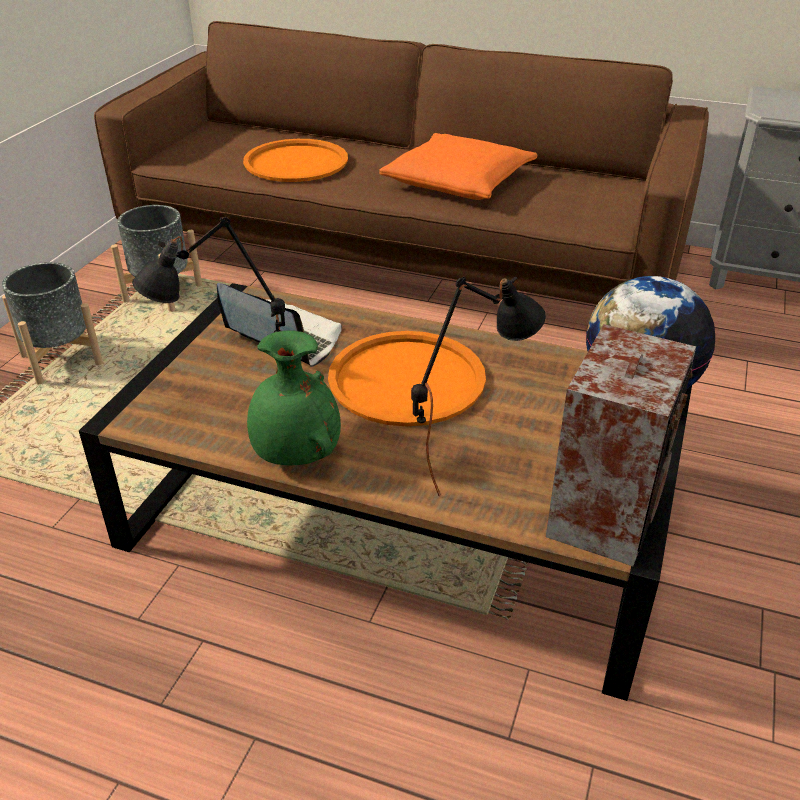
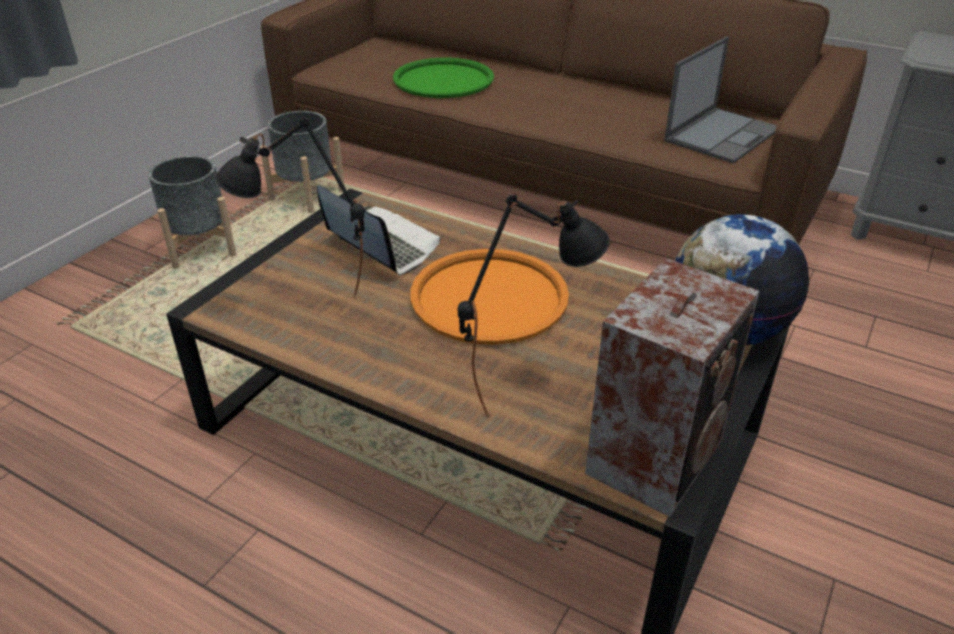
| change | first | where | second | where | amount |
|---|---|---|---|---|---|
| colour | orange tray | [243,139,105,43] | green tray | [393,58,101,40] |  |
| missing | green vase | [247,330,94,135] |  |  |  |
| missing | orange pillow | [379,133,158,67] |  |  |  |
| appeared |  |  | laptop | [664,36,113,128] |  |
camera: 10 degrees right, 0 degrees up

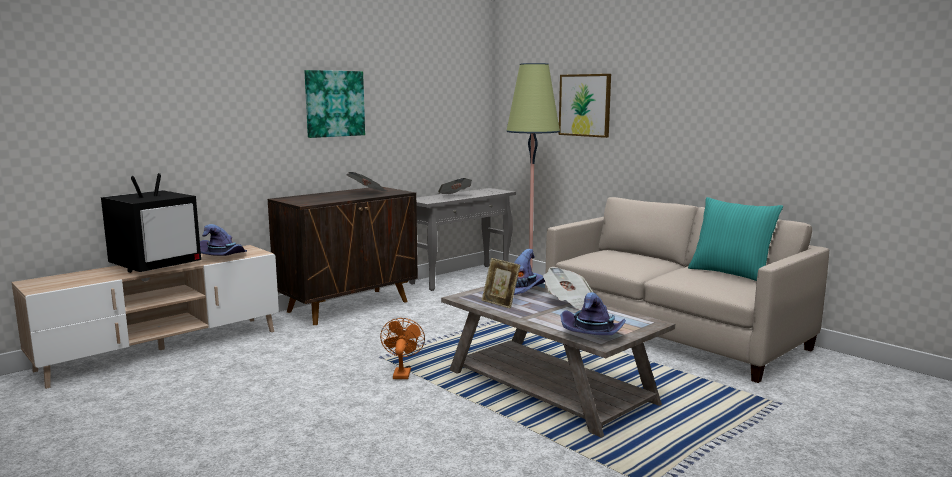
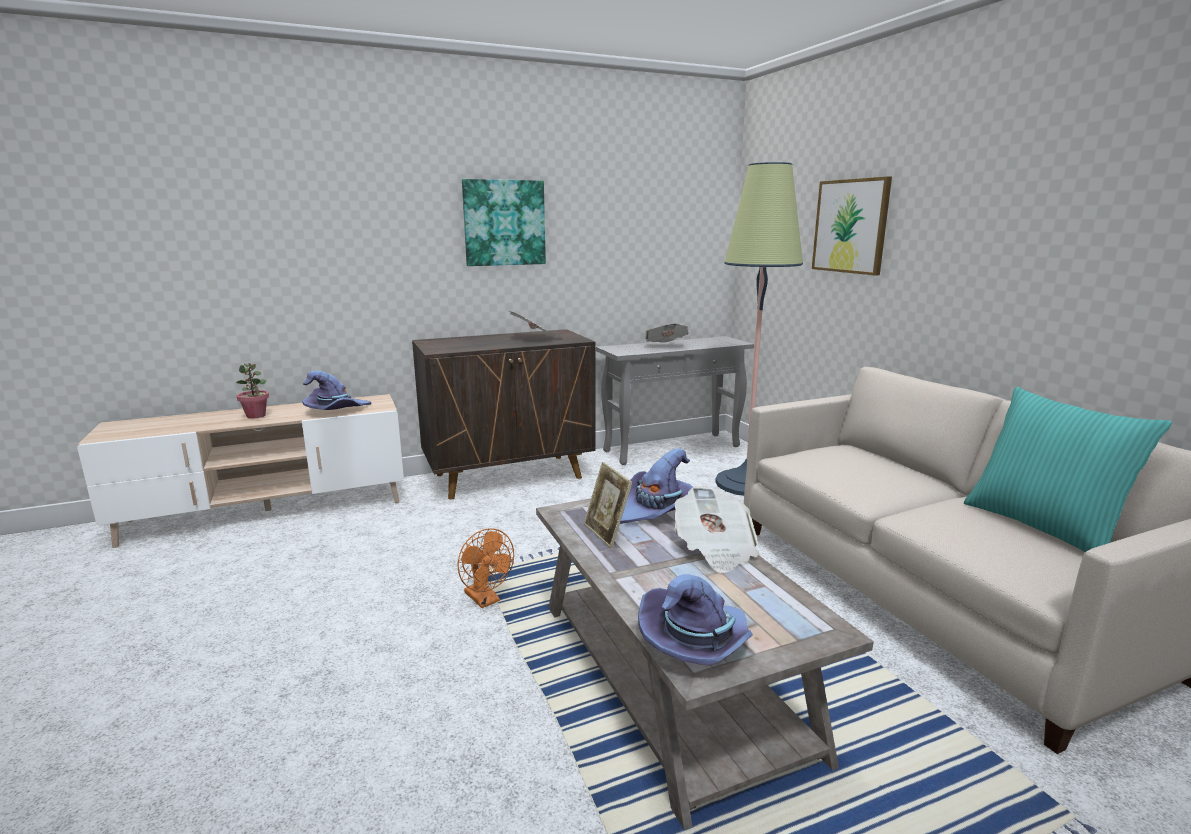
| change | first | where | second | where | amount |
|---|---|---|---|---|---|
| exchanged | television | [101,173,100,100] | potted plant | [236,363,33,56] |  |
| spun | orange fan | [380,318,45,61] |  | [457,528,57,80] | 120 degrees clockwise |
camera: 20 degrees right, 5 degrees up

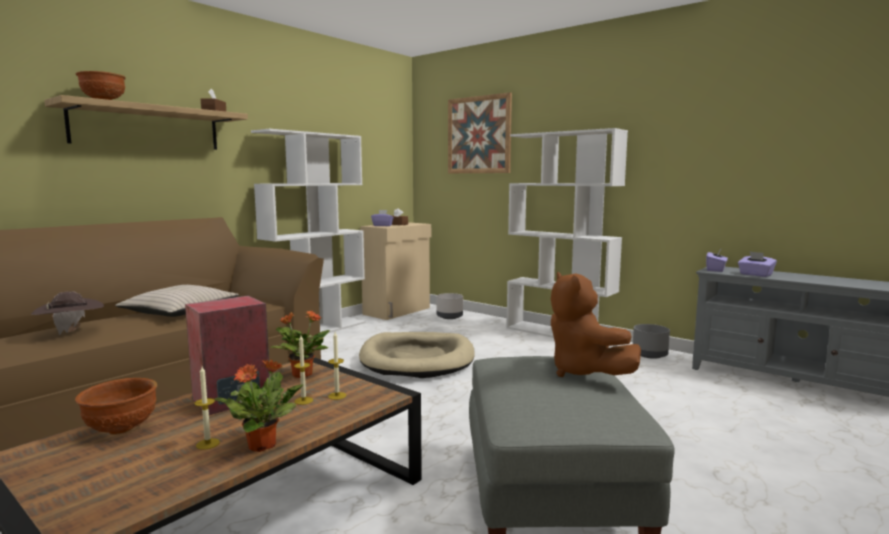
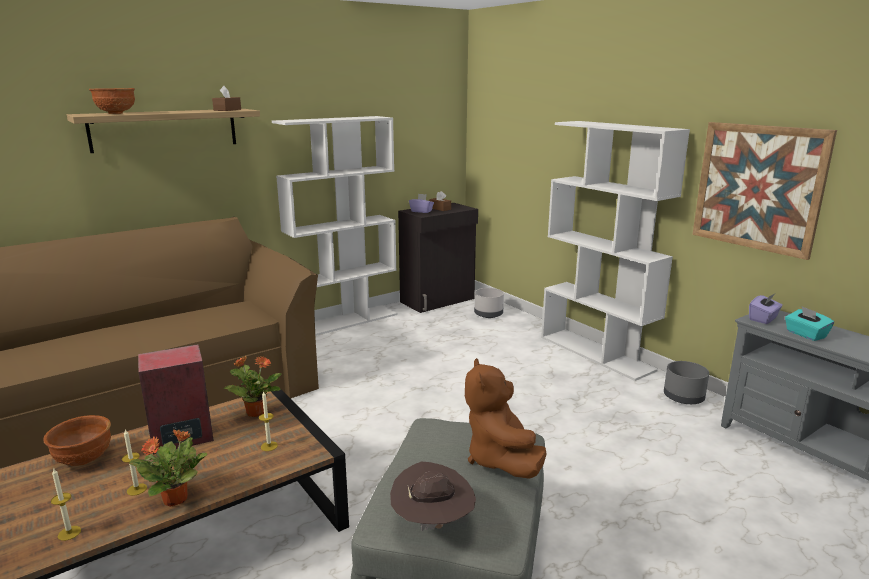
| change | first | where | second | where | amount |
|---|---|---|---|---|---|
| relocated | brown hat | [31,291,73,44] |  | [390,462,86,69] |  |
| missing | beige pillow | [115,285,124,32] |  |  |  |
| relocated | candle | [294,336,19,69] |  | [51,469,30,72] |  |
| missing | beige dog bed | [359,332,116,46] |  |  |  |
| colour | beige cabinet | [360,222,71,98] | black cabinet | [398,203,80,110] |  |
| relocated | picture | [448,92,64,81] |  | [692,122,145,138] |  |
| colour | purple tissue box | [738,251,39,26] | turquoise tissue box | [785,306,49,35] |  |
camera: 15 degrees right, 10 degrees up

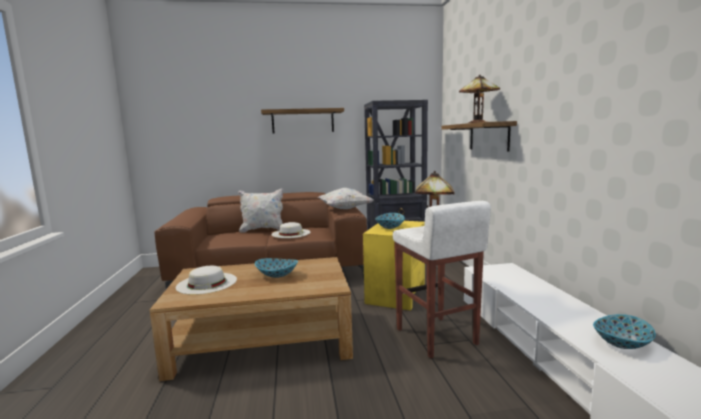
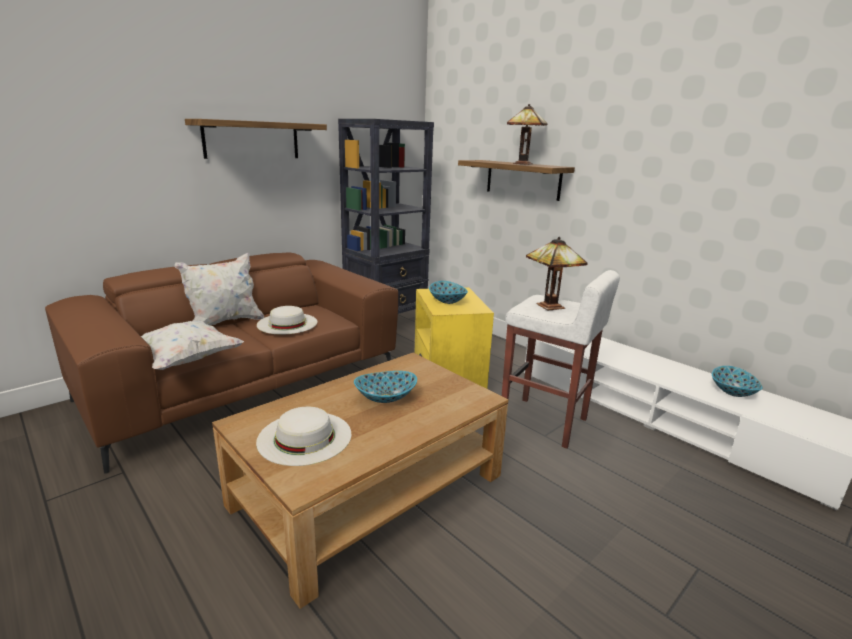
| change | first | where | second | where | amount |
|---|---|---|---|---|---|
| relocated | white pillow | [318,188,56,21] |  | [141,321,103,49] |  |
camera: 35 degrees left, 10 degrees up

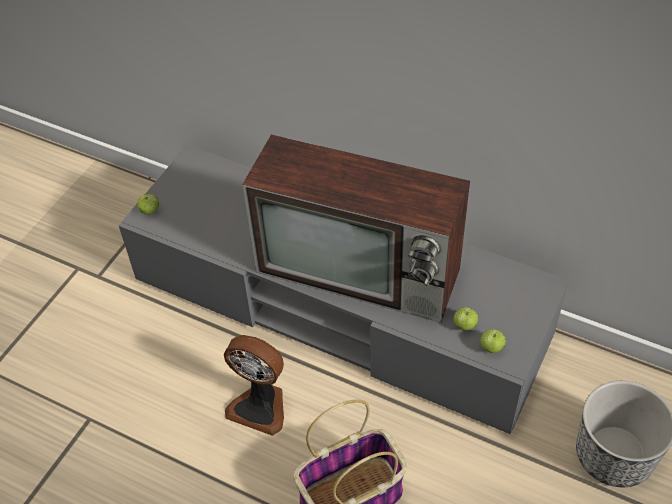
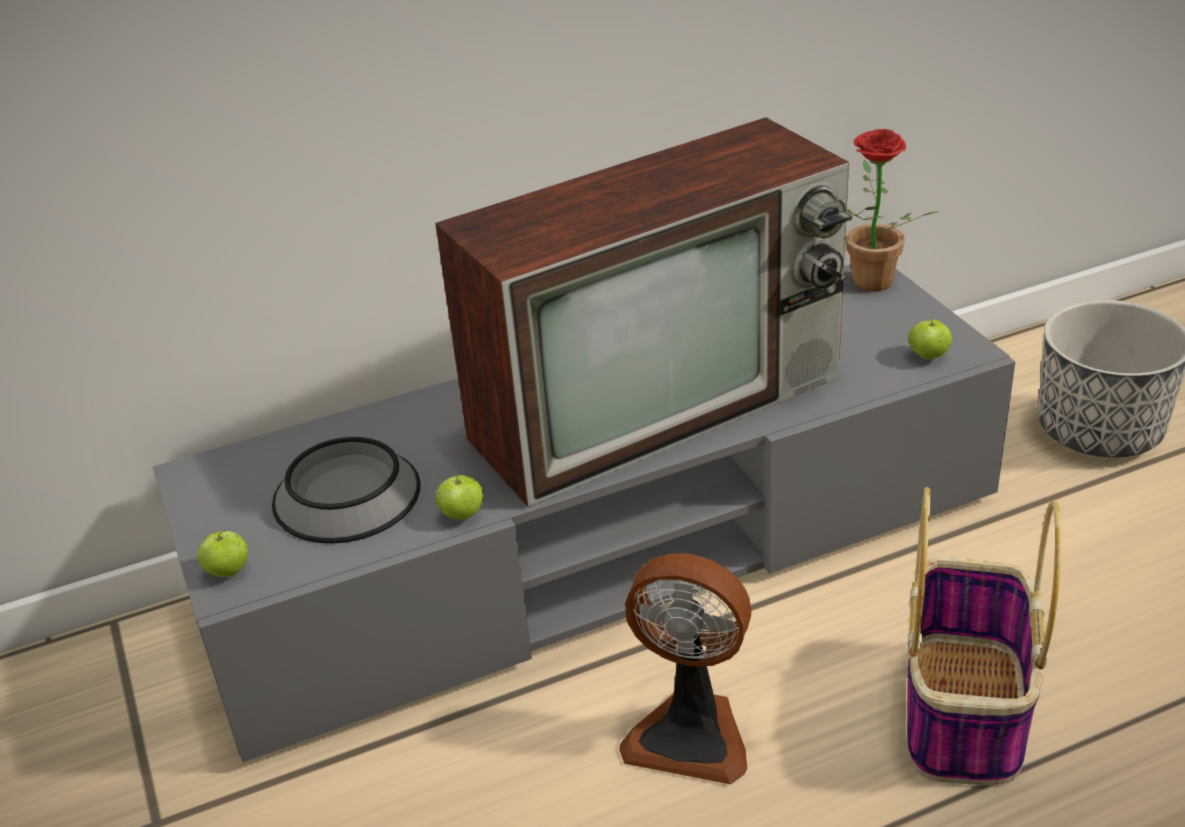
| change | first | where | second | where | amount |
|---|---|---|---|---|---|
| spun | fan | [224,335,60,101] |  | [619,553,132,231] | 45 degrees clockwise |
| relocated | apple | [454,307,24,24] |  | [436,469,47,51] |  |
| appeared |  |  | bowl | [272,437,148,106] |  |
| appeared |  |  | potted plant | [845,129,95,163] |  |
camera: 50 degrees left, 15 degrees down

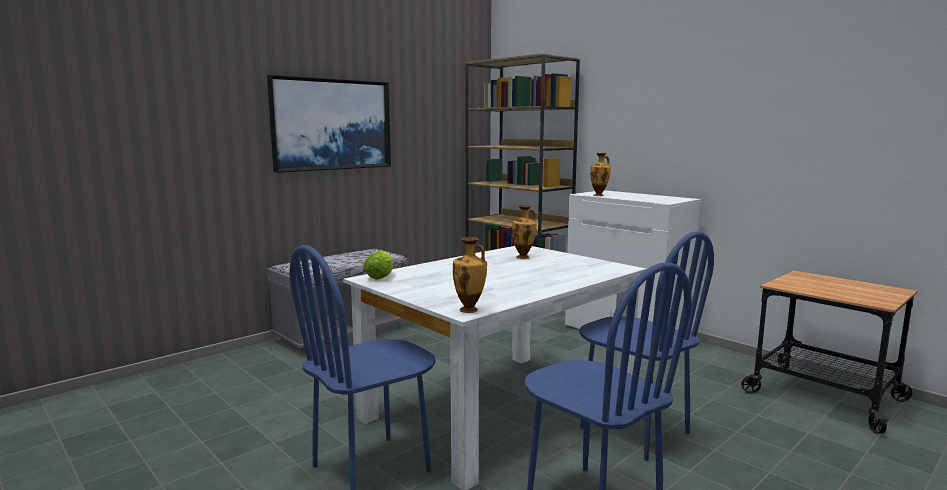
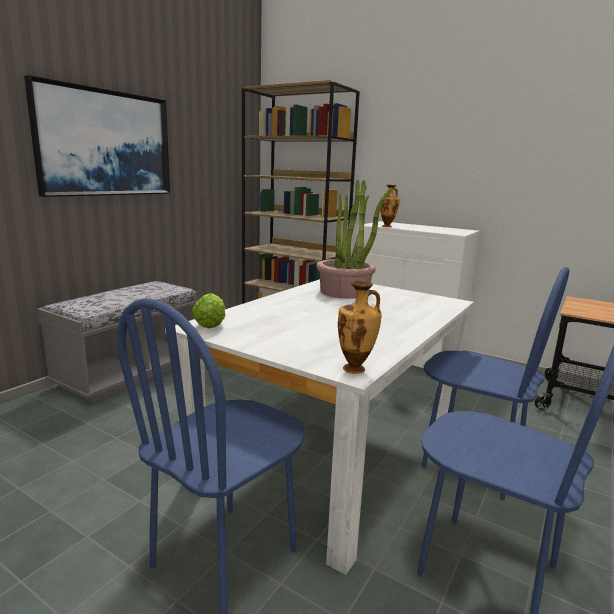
| change | first | where | second | where | amount |
|---|---|---|---|---|---|
| exchanged | vase | [512,205,25,54] | potted plant | [316,180,76,119] |  |
camera: 15 degrees left, 5 degrees up

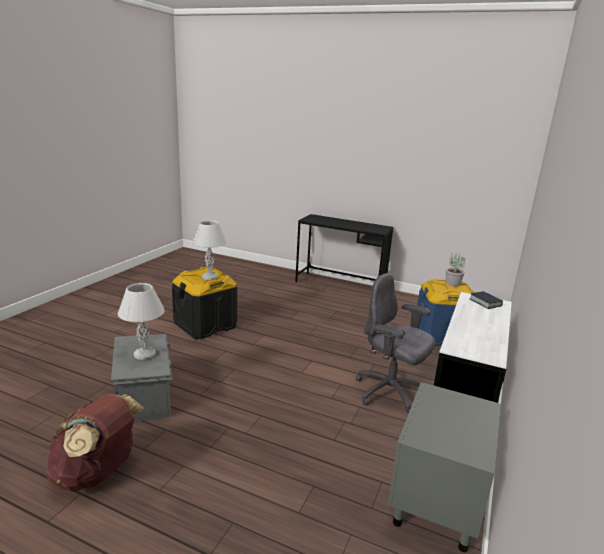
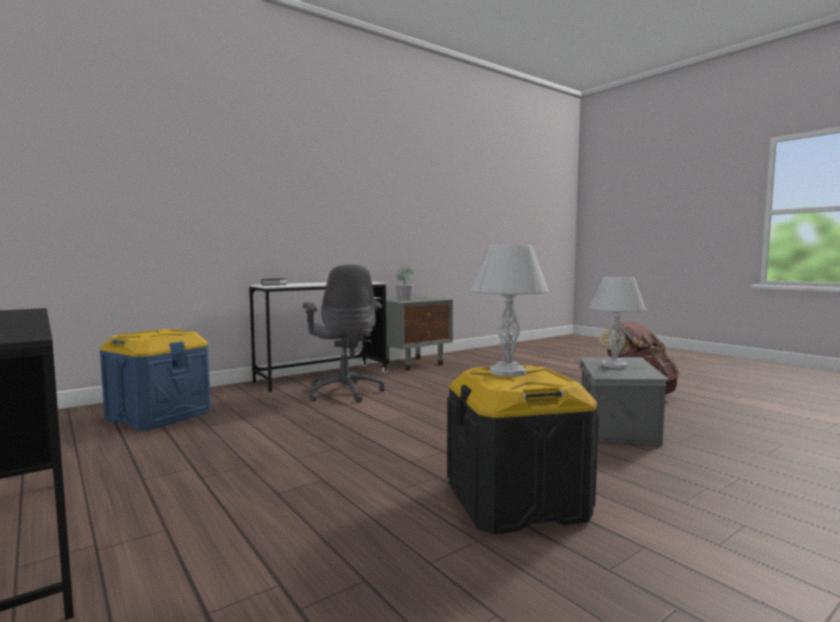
| change | first | where | second | where | amount |
|---|---|---|---|---|---|
| relocated | potted plant | [446,253,20,33] |  | [396,266,18,34] |  |
camera: 150 degrees left, 15 degrees down

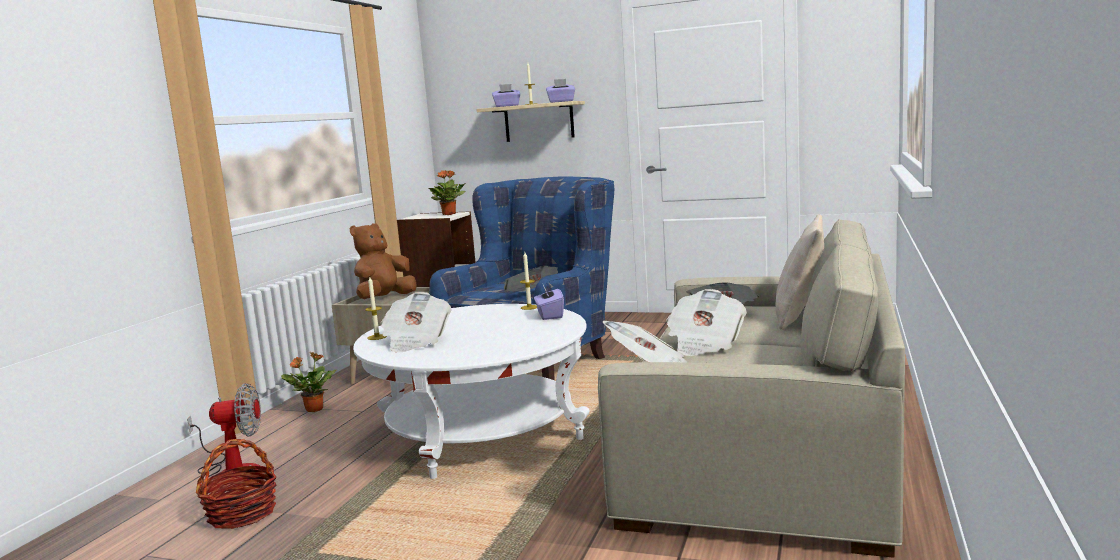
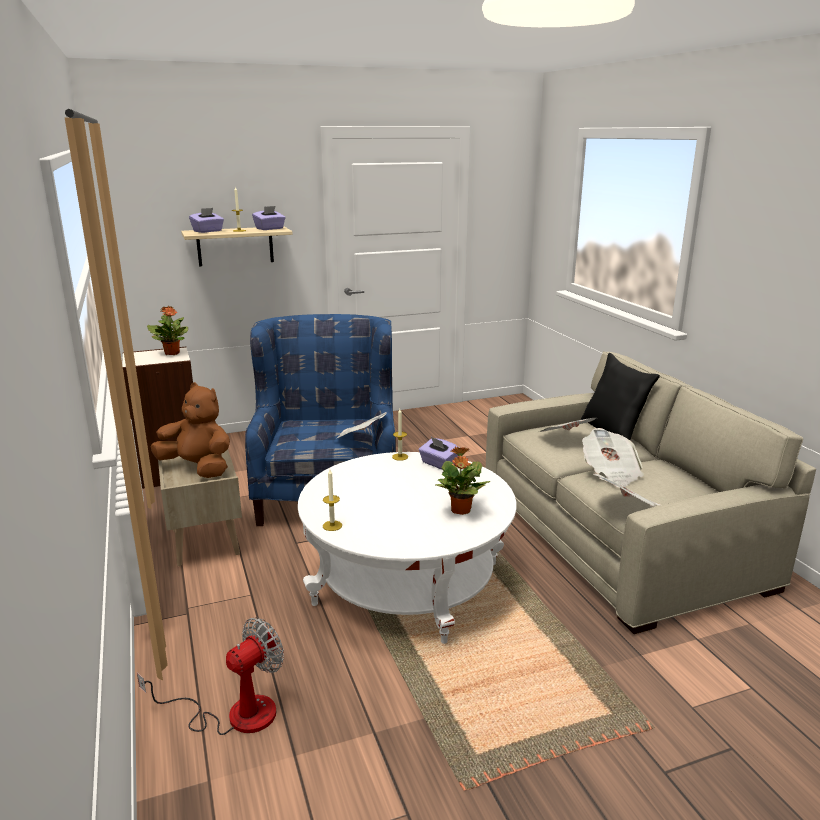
| change | first | where | second | where | amount |
|---|---|---|---|---|---|
| missing | basket | [196,439,80,90] |  |  |  |
| relocated | potted plant | [281,352,56,60] |  | [435,447,55,68] |  |
| spun | brown plush toy | [350,223,67,76] |  | [150,382,80,96] | 120 degrees clockwise |
| missing | newspaper | [381,292,71,60] |  |  |  |
| colour | beige pillow | [775,214,49,116] | black pillow | [581,353,79,87] |  |
camera: 40 degrees left, 10 degrees up

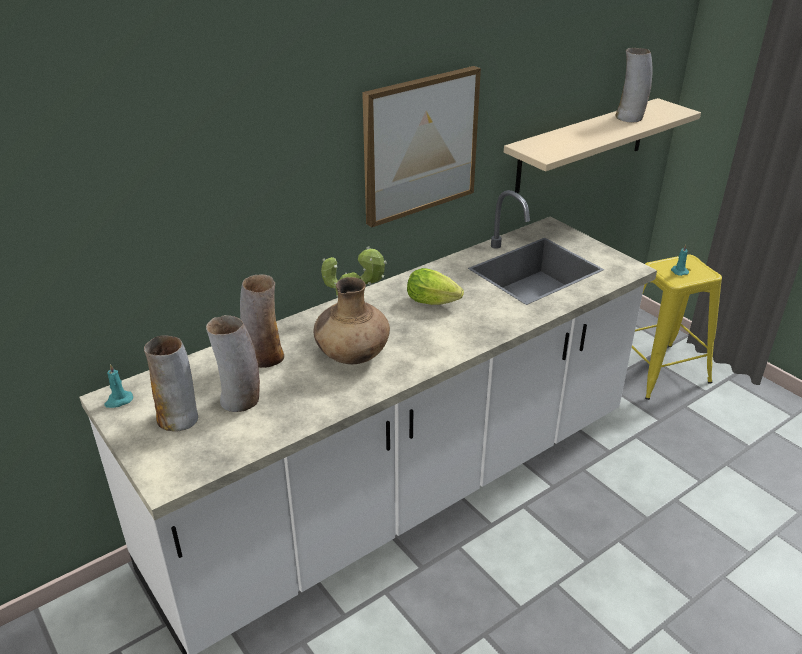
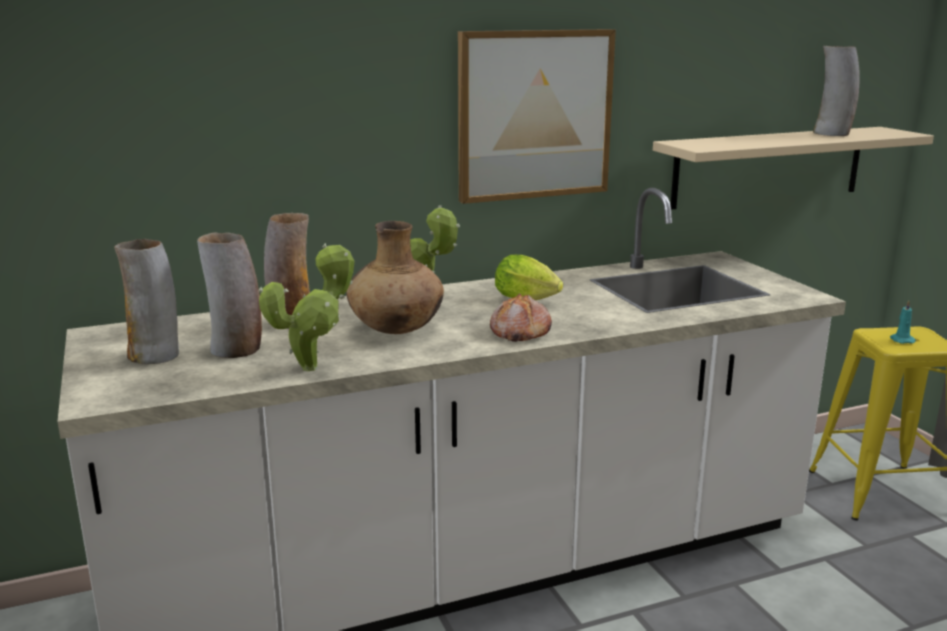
| change | first | where | second | where | amount |
|---|---|---|---|---|---|
| missing | turquoise candle | [104,364,29,44] |  |  |  |
| appeared |  |  | potted plant | [258,243,97,128] |  |
| appeared |  |  | bread | [490,293,62,49] |  |
camera: 15 degrees right, 15 degrees down

